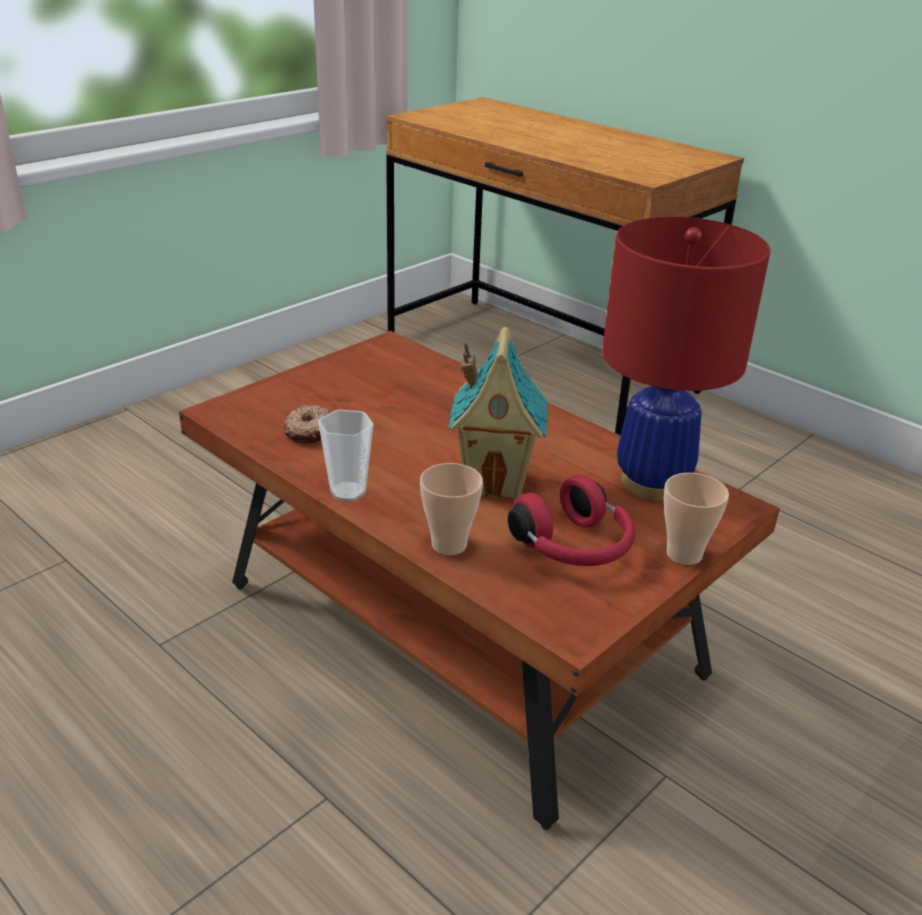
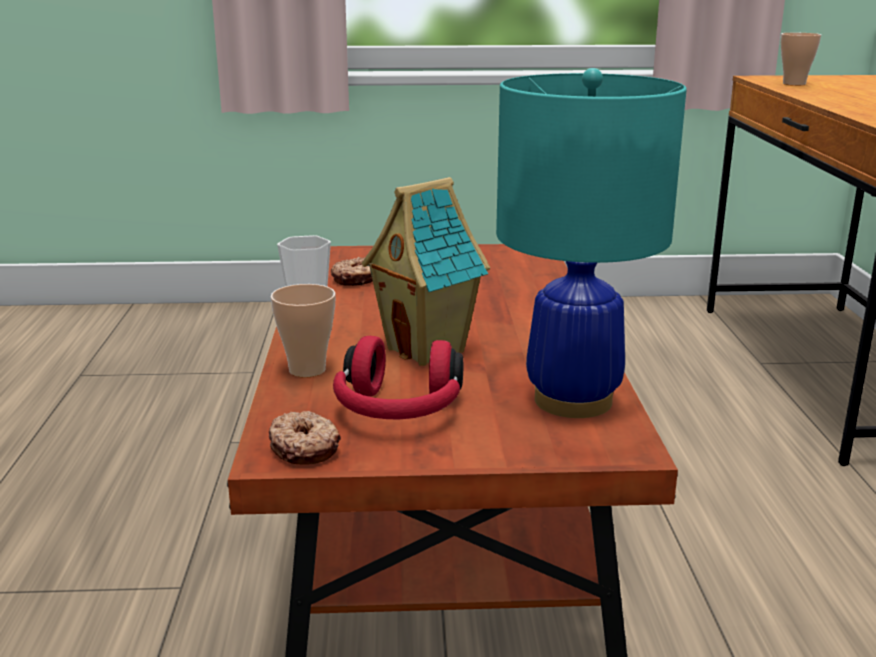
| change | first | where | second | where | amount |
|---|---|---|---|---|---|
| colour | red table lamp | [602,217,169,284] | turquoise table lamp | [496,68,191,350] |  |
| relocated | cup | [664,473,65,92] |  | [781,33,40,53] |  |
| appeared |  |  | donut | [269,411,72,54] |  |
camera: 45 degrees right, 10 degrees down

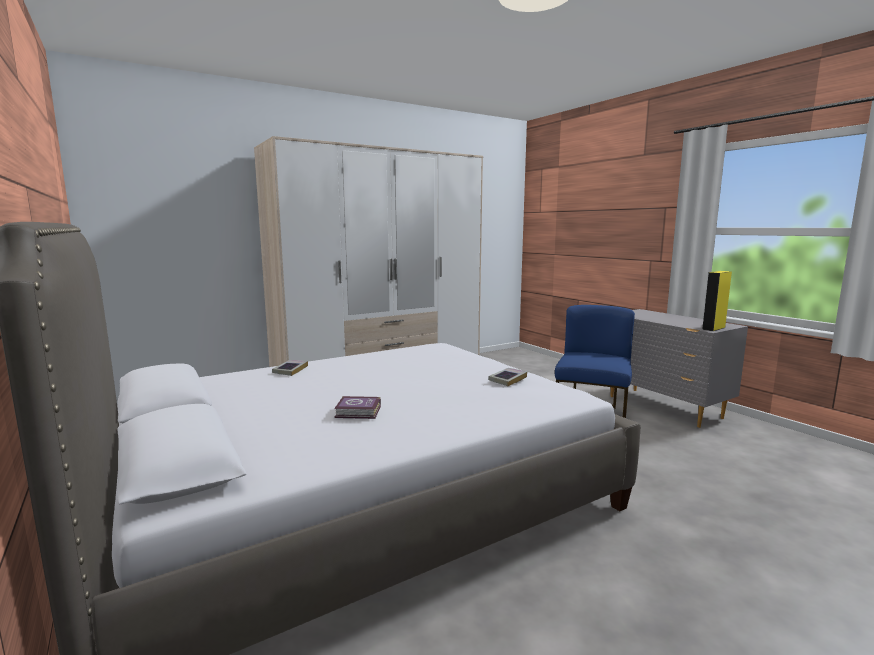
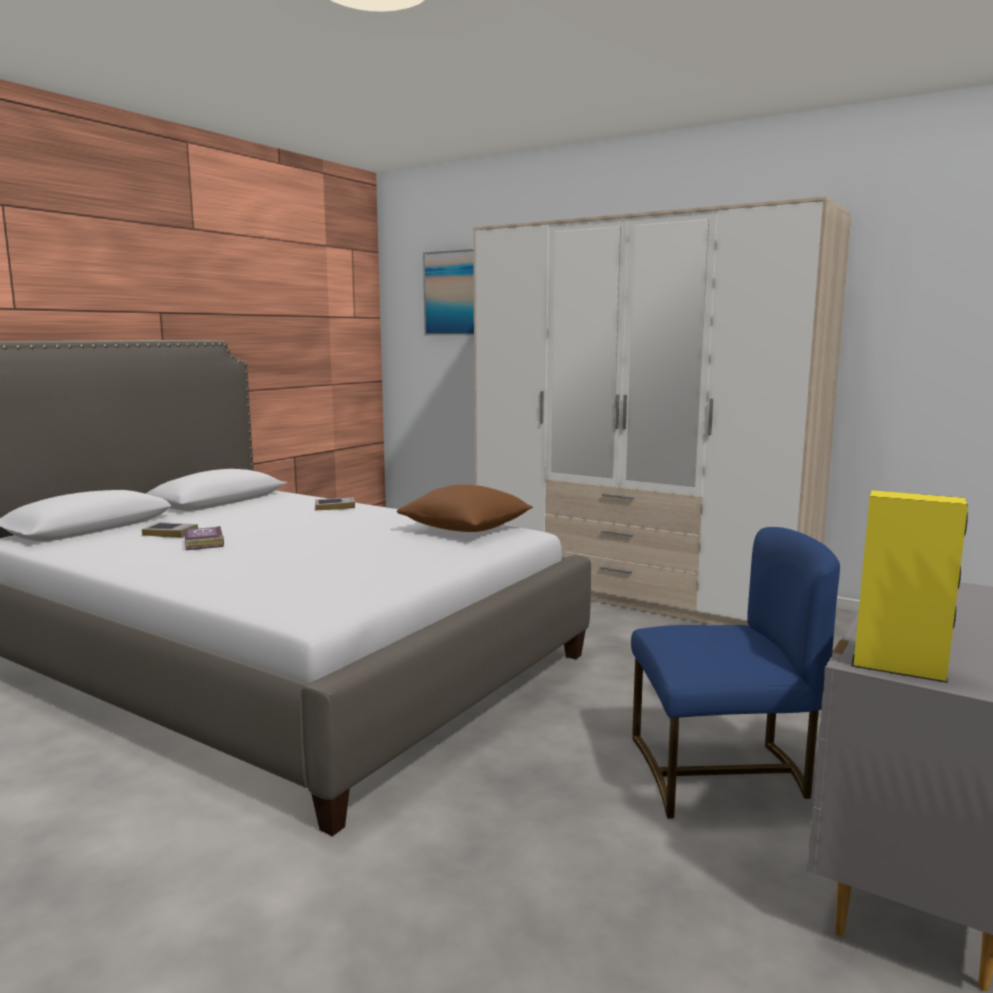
| change | first | where | second | where | amount |
|---|---|---|---|---|---|
| relocated | book | [488,368,39,18] |  | [142,522,56,16] |  |
| appeared |  |  | brown pillow | [397,485,136,47] |  |
| appeared |  |  | picture | [423,249,51,87] |  |
camera: 65 degrees right, 0 degrees up

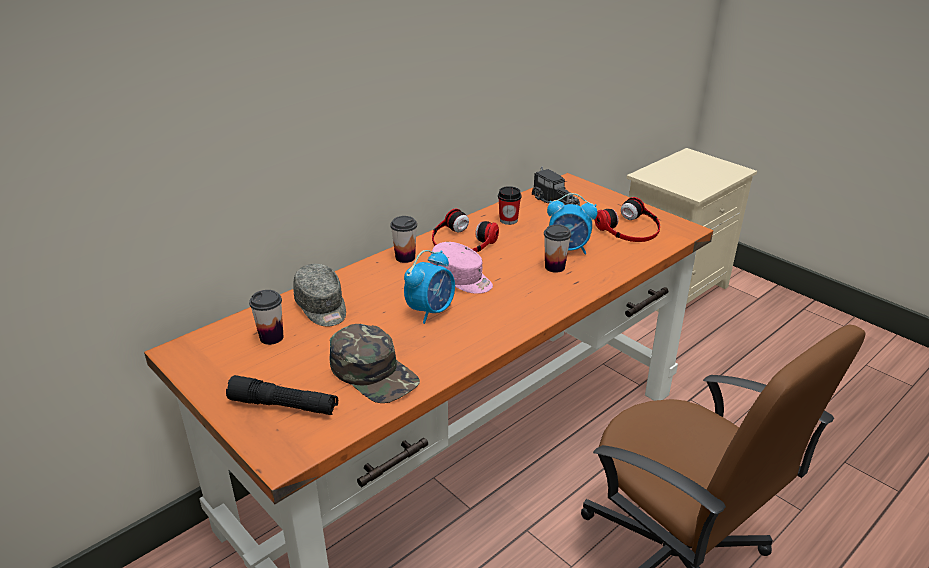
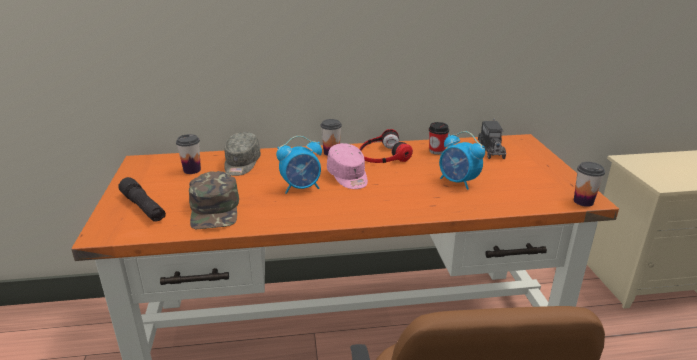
| change | first | where | second | where | amount |
|---|---|---|---|---|---|
| relocated | cup | [544,225,27,48] |  | [574,162,31,45] |  |
| missing | headphones | [595,197,65,45] |  |  |  |
camera: 35 degrees right, 5 degrees down

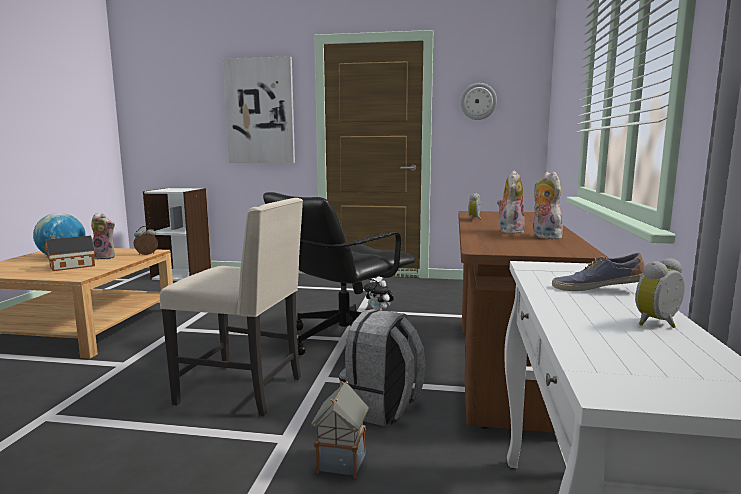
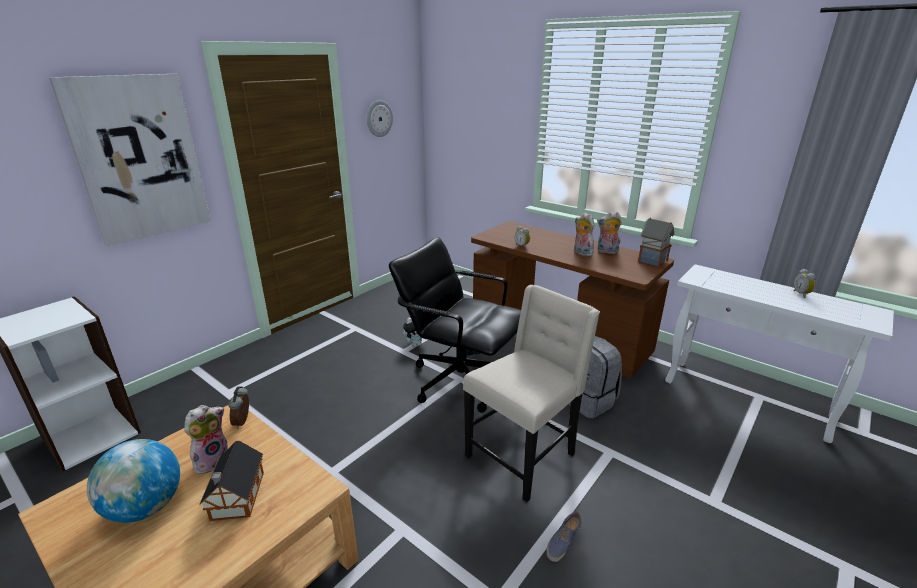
| change | first | where | second | where | amount |
|---|---|---|---|---|---|
| spun | black office chair | [263,192,153,164] |  | [389,237,132,176] | 135 degrees clockwise |
| relocated | toy house | [311,381,58,98] |  | [638,217,36,50] |  |
| relocated | shoe | [552,253,93,38] |  | [546,512,36,50] |  |
camera: 60 degrees left, 15 degrees up

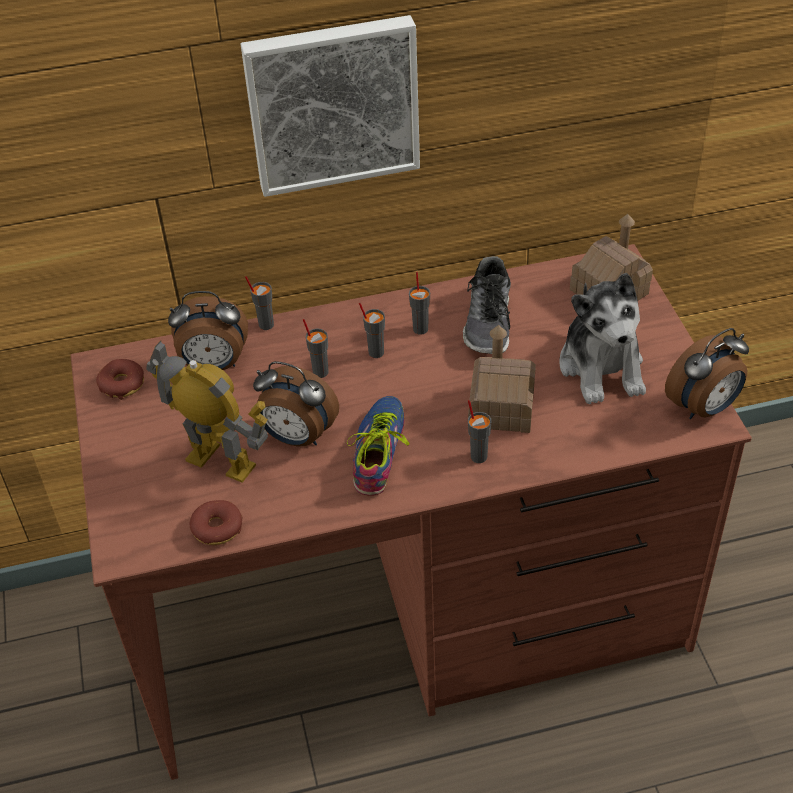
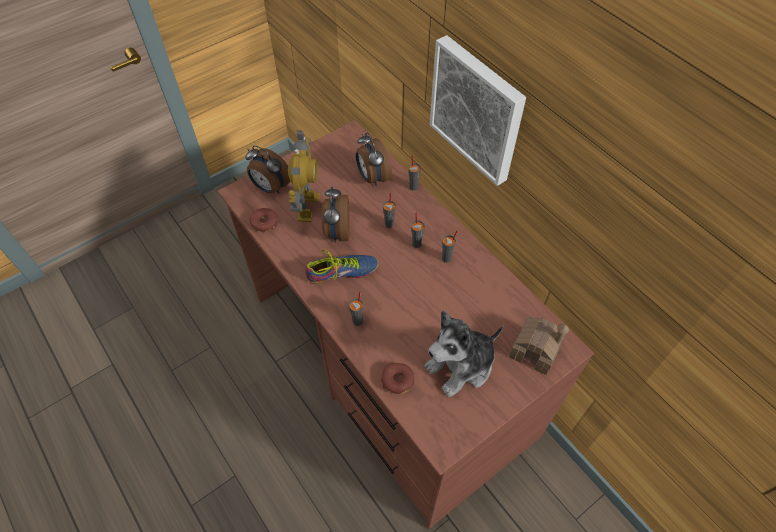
| change | first | where | second | where | amount |
|---|---|---|---|---|---|
| relocated | donut | [96,359,48,41] |  | [381,363,33,31] |  |
| missing | shoe | [463,256,48,98] |  |  |  |
| missing | toy house | [468,325,68,108] |  |  |  |
| relocated | alarm clock | [665,328,84,91] |  | [245,145,46,49] |  |
camera: 65 degrees right, 10 degrees up

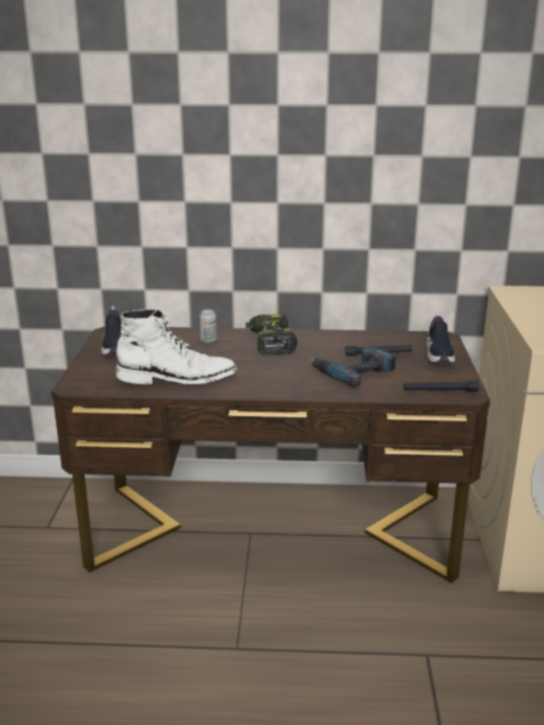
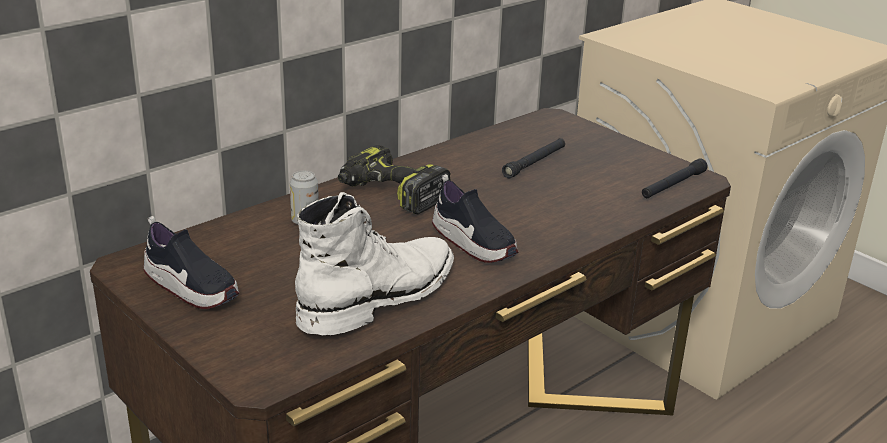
| change | first | where | second | where | amount |
|---|---|---|---|---|---|
| missing | power drill | [311,345,85,42] |  |  |  |
| relocated | shoe | [426,313,29,51] |  | [432,174,87,89] |  |
camera: 45 degrees left, 5 degrees up

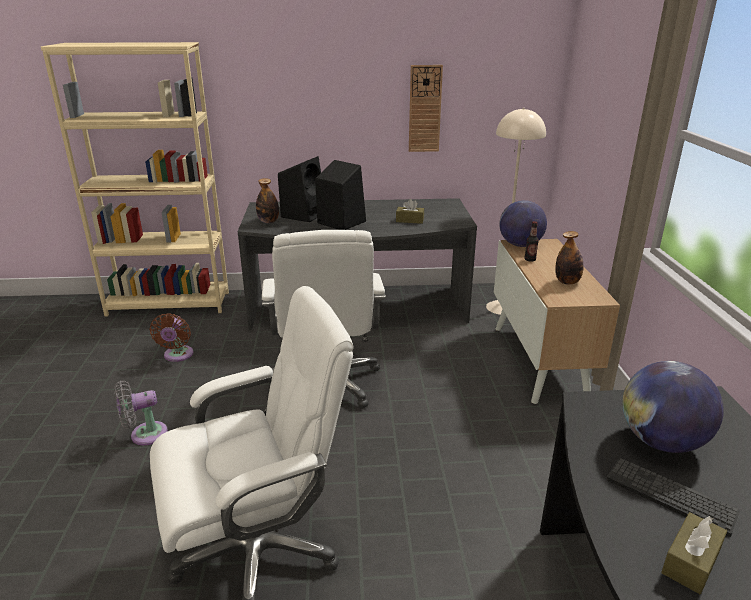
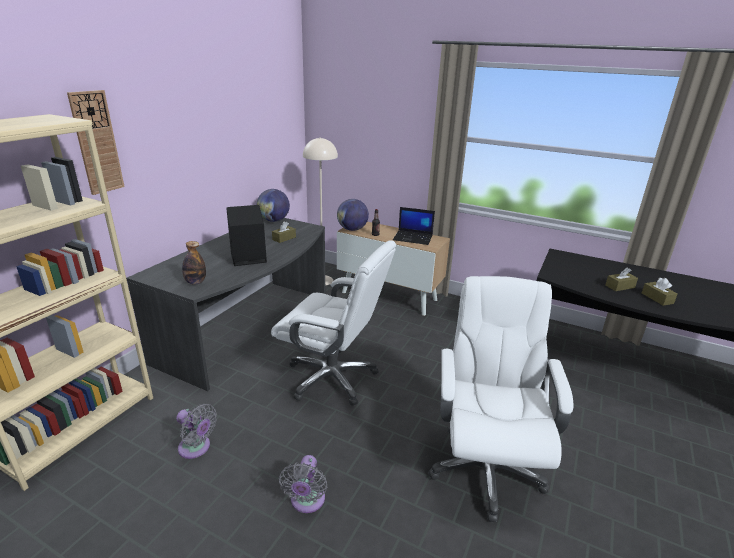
| change | first | where | second | where | amount |
|---|---|---|---|---|---|
| colour | brown fan | [150,313,44,49] | grey fan | [176,404,41,55] |  |
| missing | black speaker | [278,156,43,66] |  |  |  |
| relocated | wall clock | [409,65,34,87] |  | [67,90,58,105] |  |
| exchanged | bottle | [555,231,28,54] | laptop | [393,207,42,38] |  |
| exchanged | keyboard | [607,458,133,79] | brown tissue box | [605,268,33,23] |  |
| relocated | globe | [622,361,102,92] |  | [257,189,33,33] |  |
camera: 60 degrees left, 0 degrees up

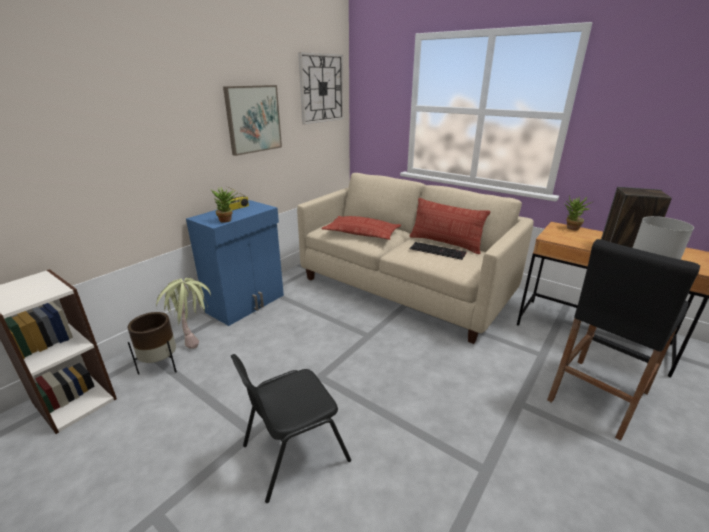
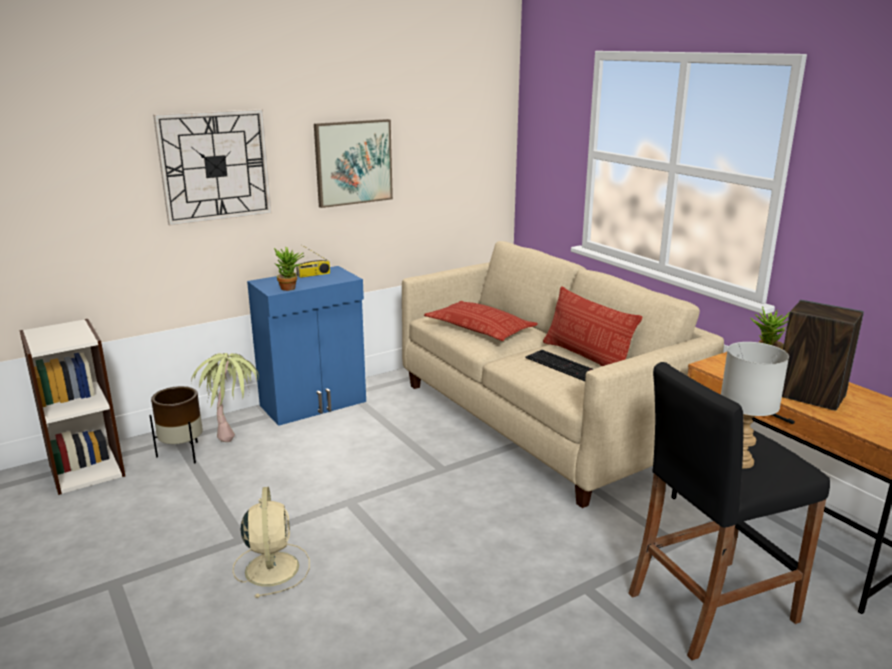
| change | first | where | second | where | amount |
|---|---|---|---|---|---|
| exchanged | black chair | [231,354,120,149] | beige fan | [233,487,77,111] |  |
| relocated | wall clock | [298,52,46,73] |  | [153,109,119,117] |  |
camera: 20 degrees right, 5 degrees down

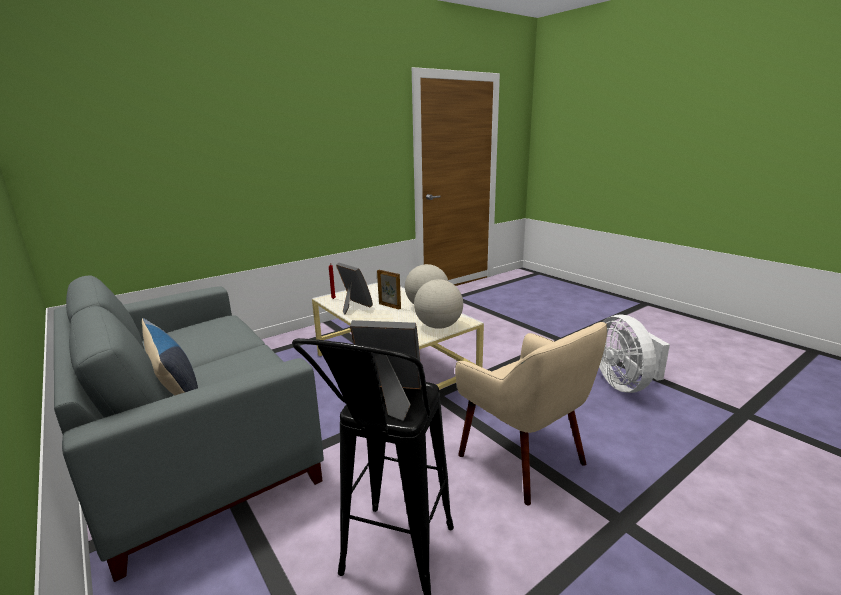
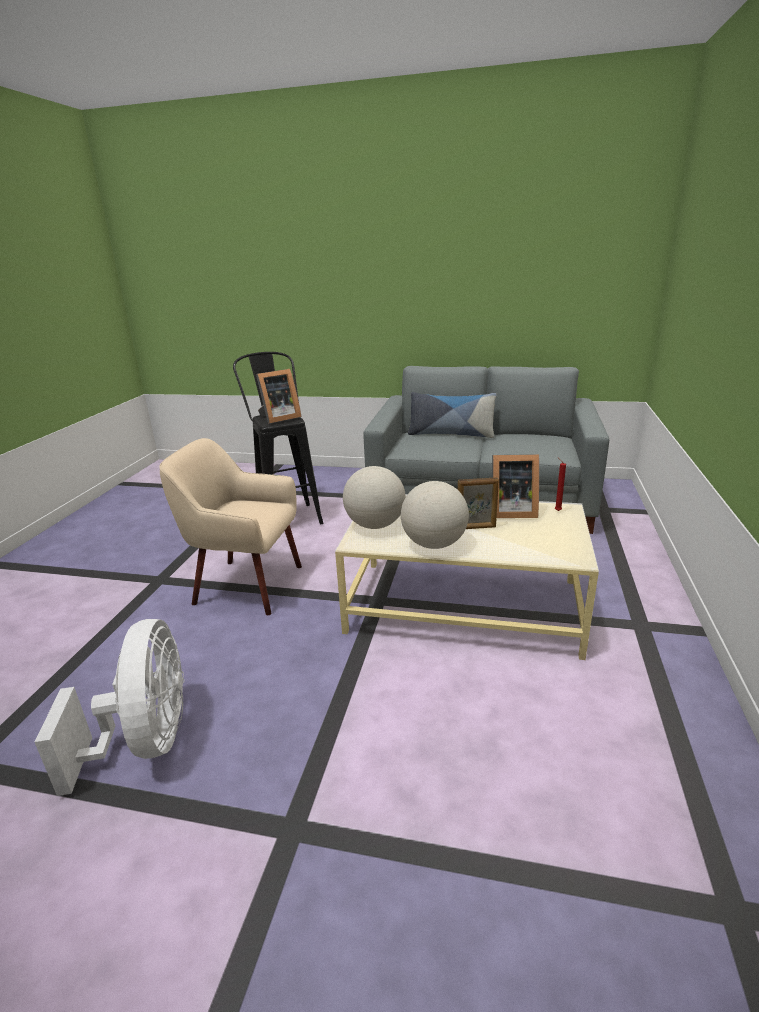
| change | first | where | second | where | amount |
|---|---|---|---|---|---|
| spun | white fan | [599,315,71,78] |  | [35,619,149,177] | 45 degrees clockwise |
camera: 140 degrees right, 5 degrees up

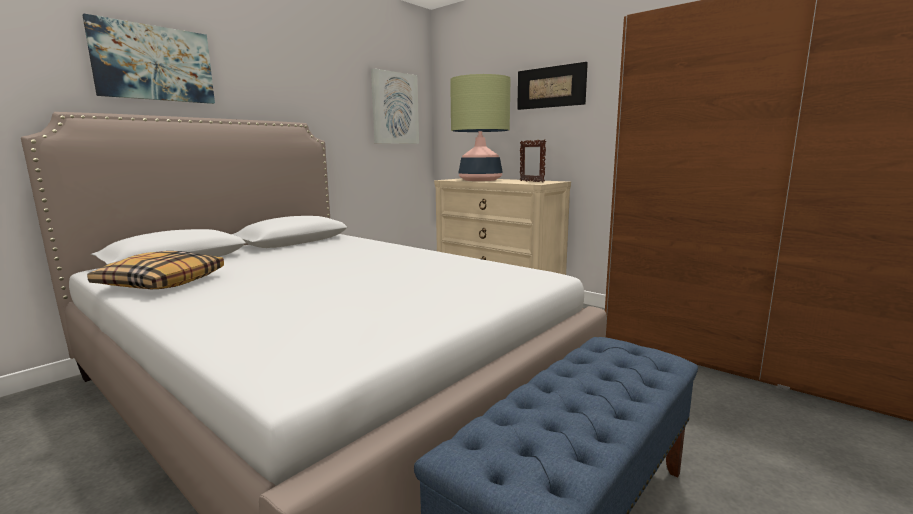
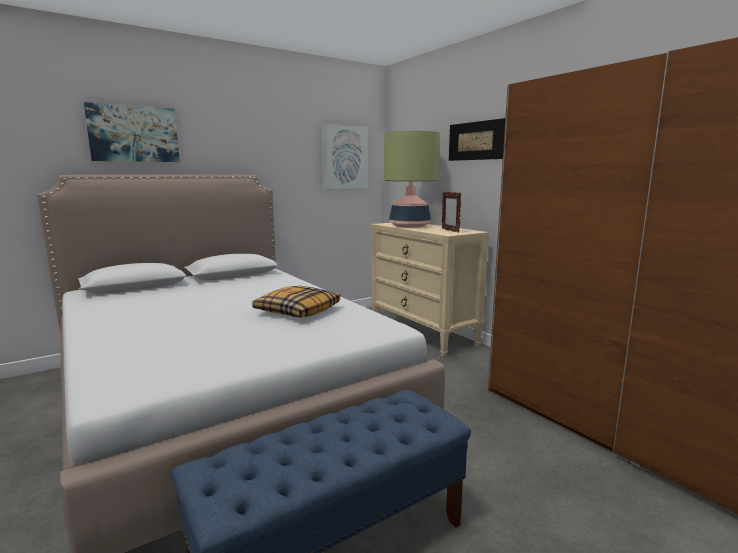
| change | first | where | second | where | amount |
|---|---|---|---|---|---|
| relocated | pillow | [87,251,137,38] |  | [252,286,88,32] |  |
camera: 15 degrees right, 0 degrees up

